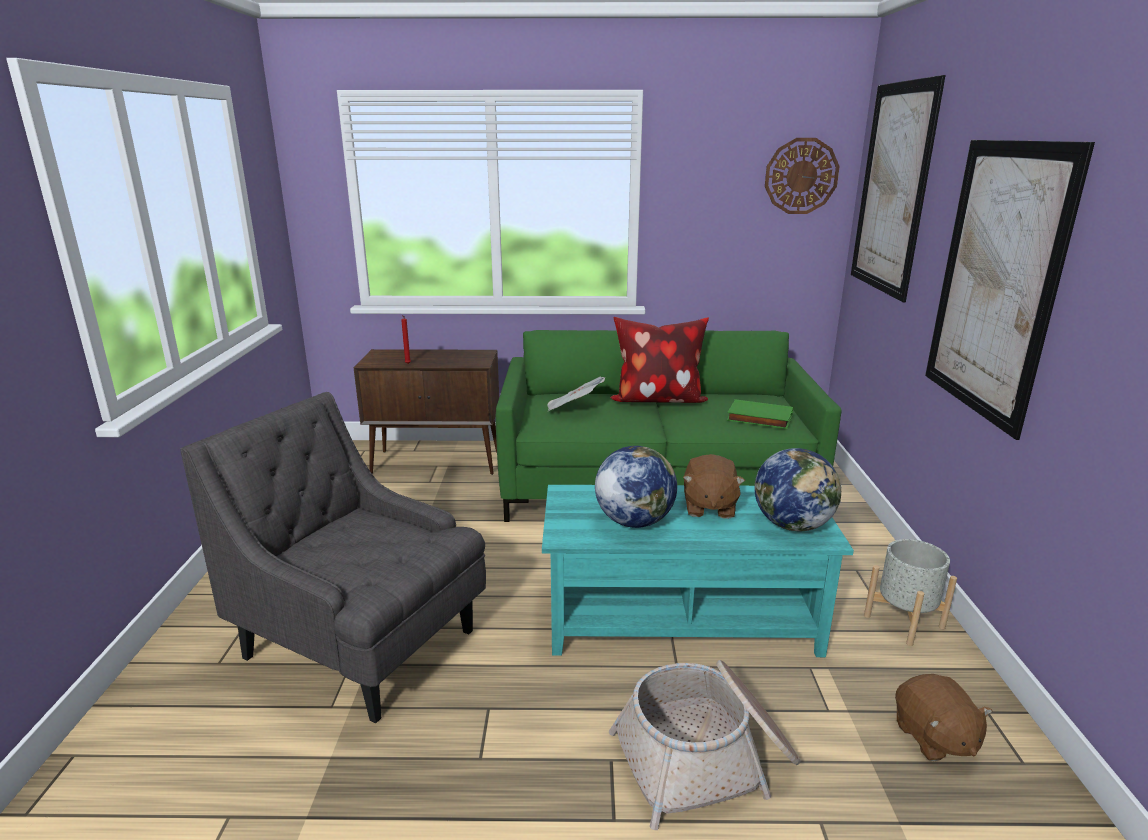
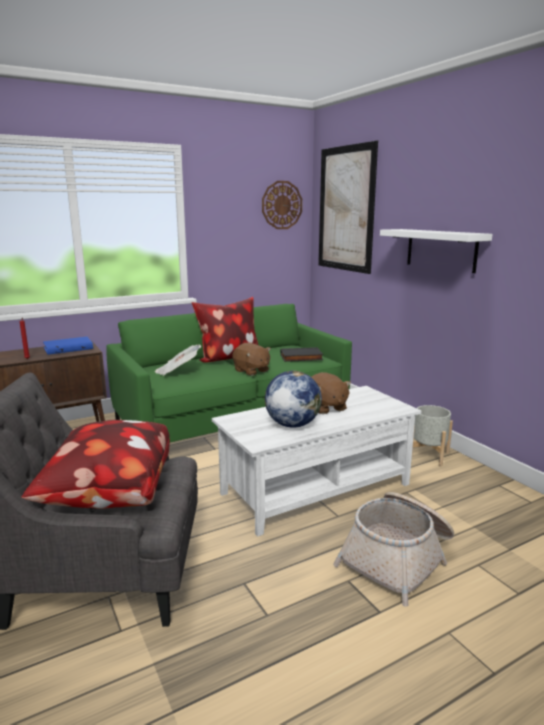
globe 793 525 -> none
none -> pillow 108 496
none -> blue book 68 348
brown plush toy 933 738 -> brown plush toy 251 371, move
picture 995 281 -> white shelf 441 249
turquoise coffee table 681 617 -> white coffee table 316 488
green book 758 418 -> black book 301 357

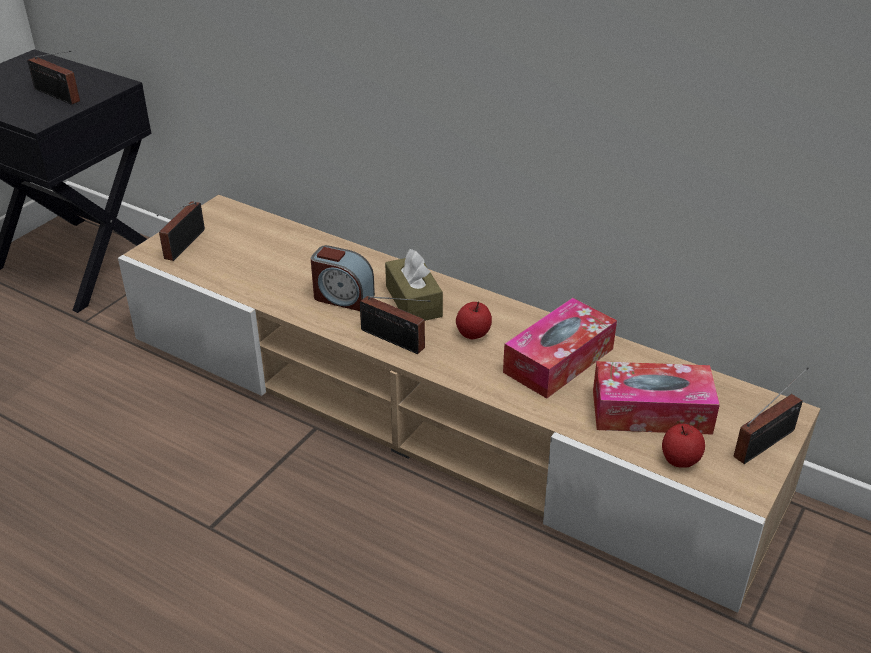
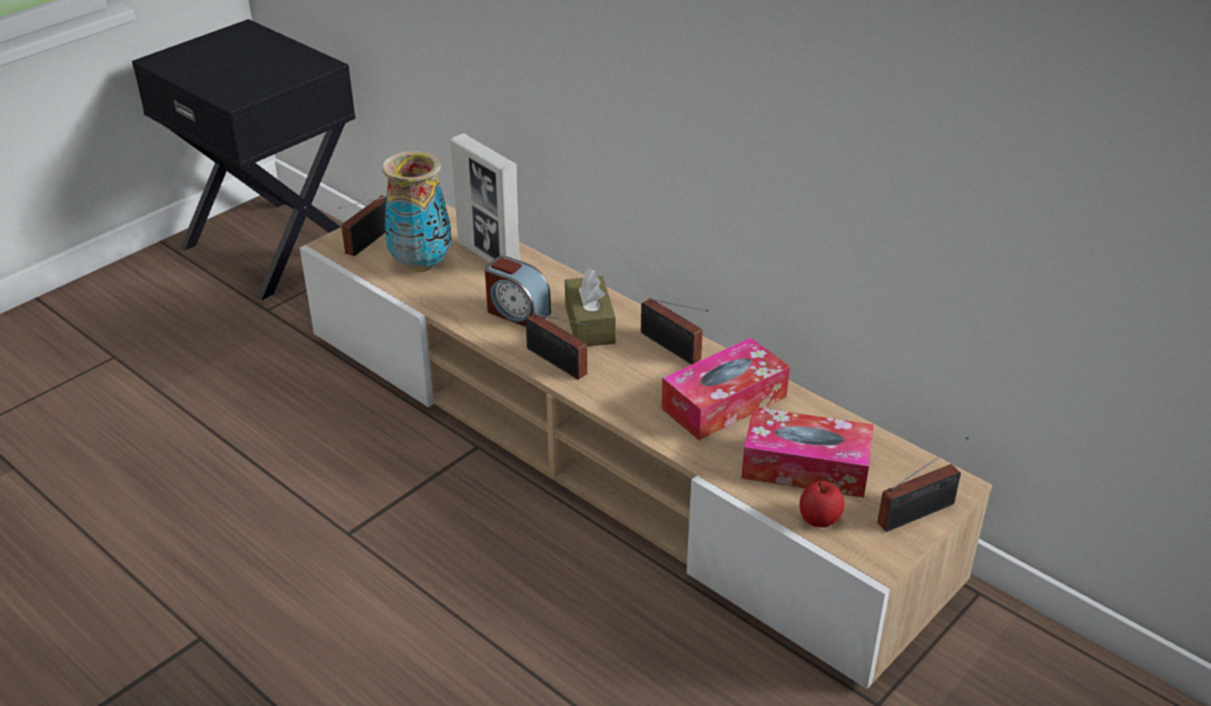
apple 473 333 -> none
none -> vase 421 264
none -> picture frame 489 256
radio 58 96 -> radio 673 348, move

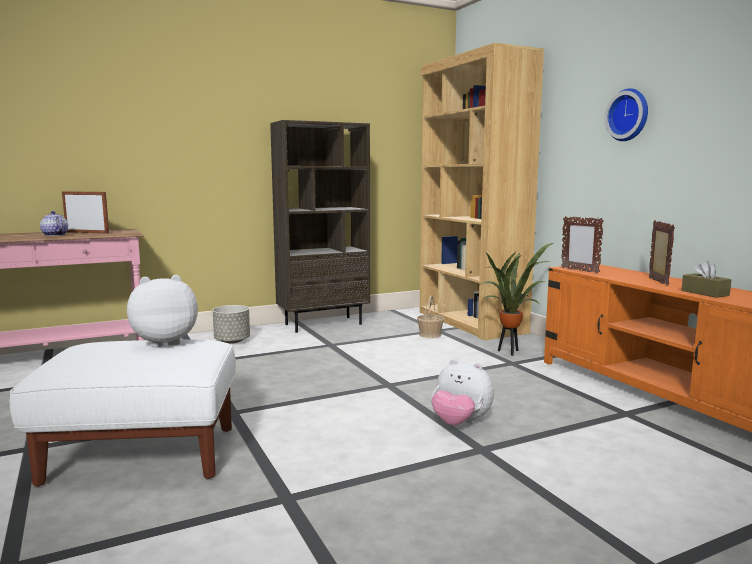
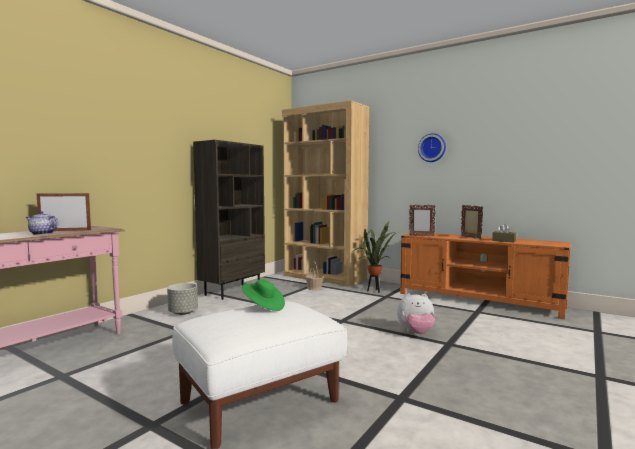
plush toy 164 342 -> green hat 263 307

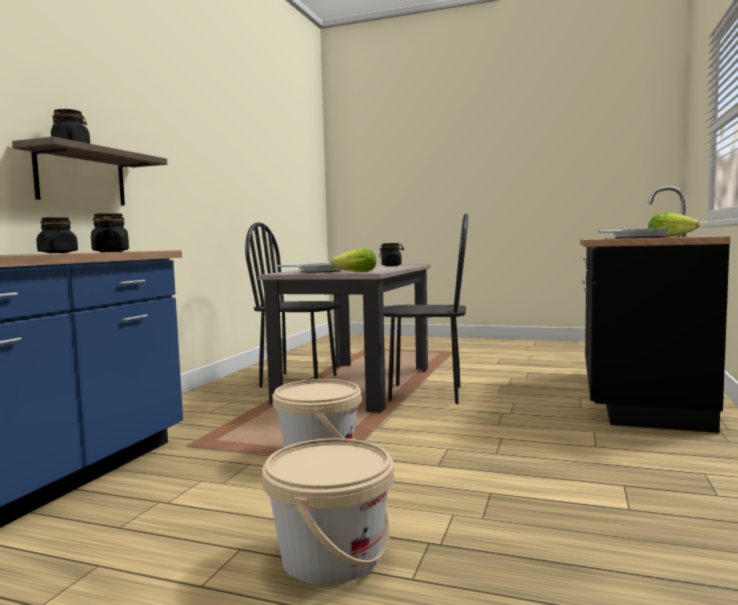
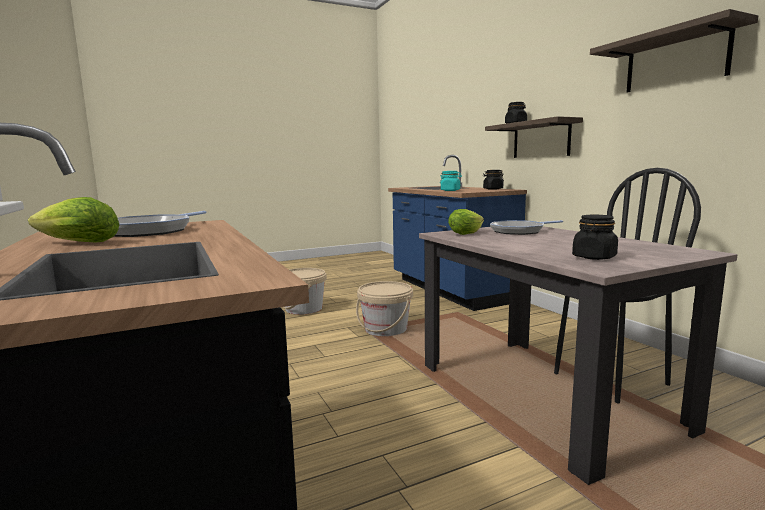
black chair 425 394 -> none
none -> shelf 675 60
black jar 111 251 -> turquoise jar 450 190

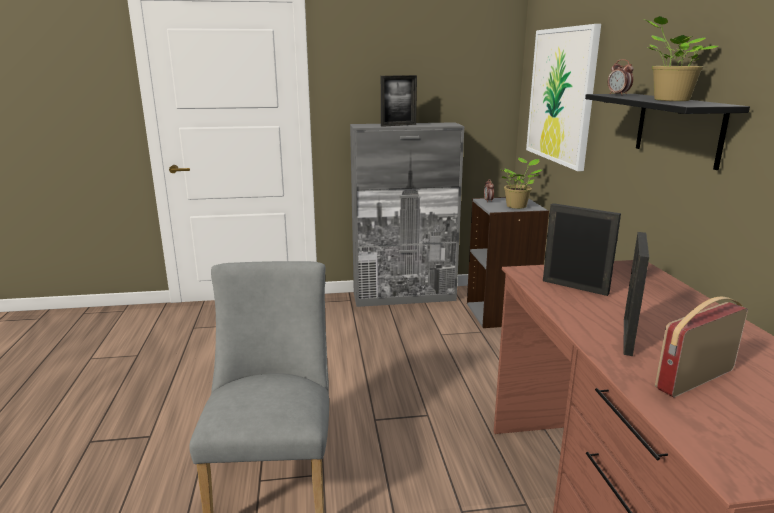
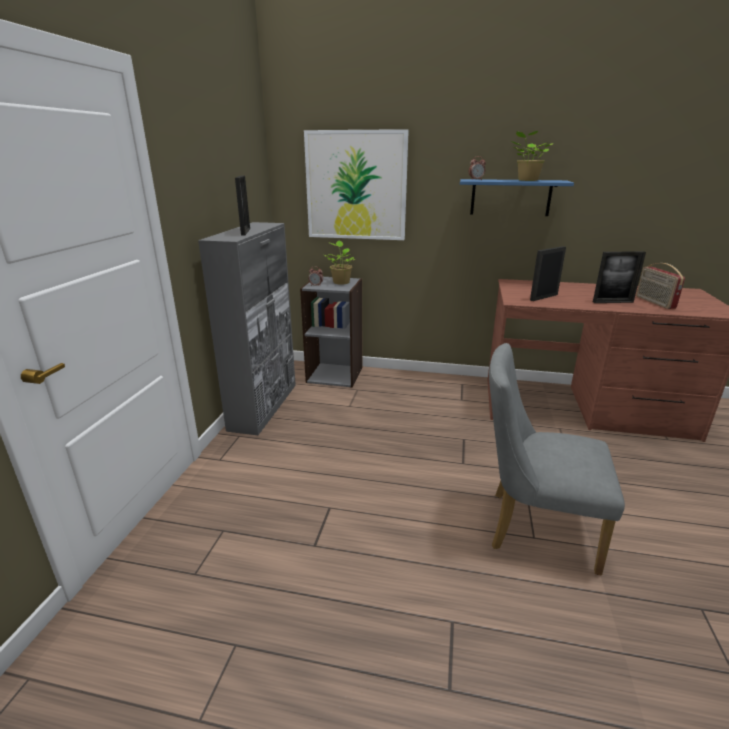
black shelf 678 129 -> blue shelf 510 197
picture frame 627 337 -> picture frame 613 302, 45 degrees counterclockwise

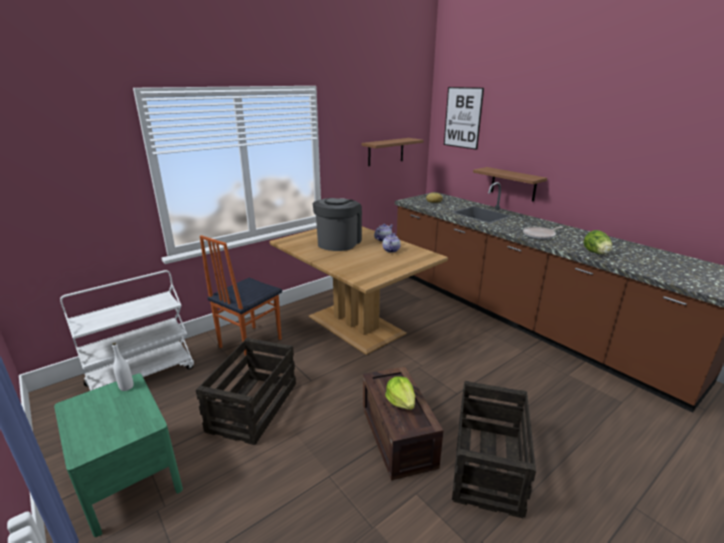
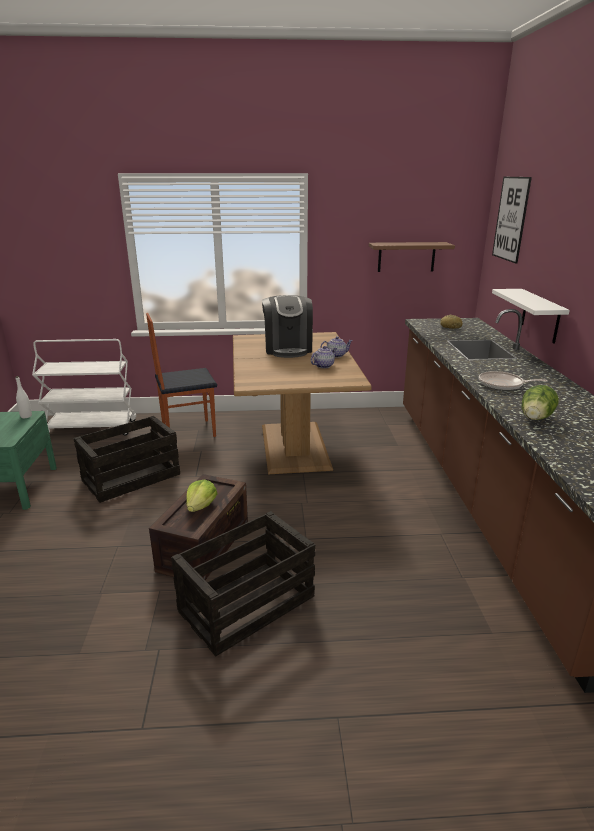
brown shelf 513 184 -> white shelf 540 316
coffee machine 338 242 -> coffee machine 288 349, 120 degrees clockwise

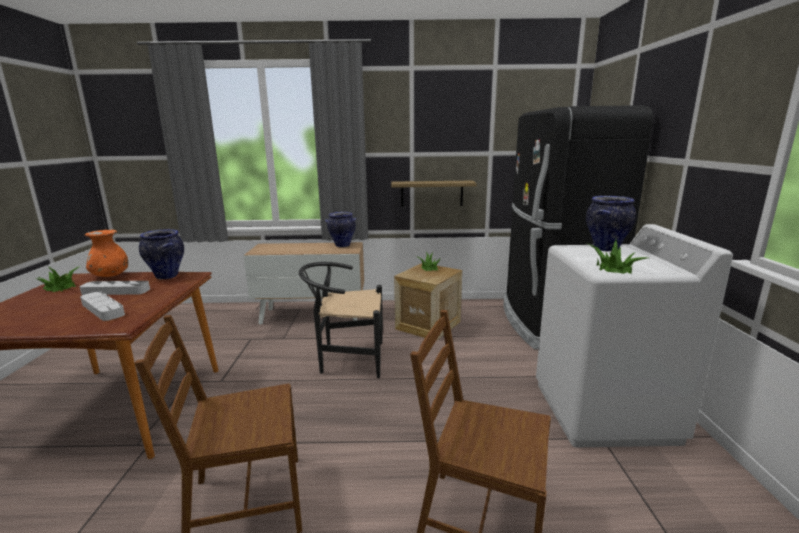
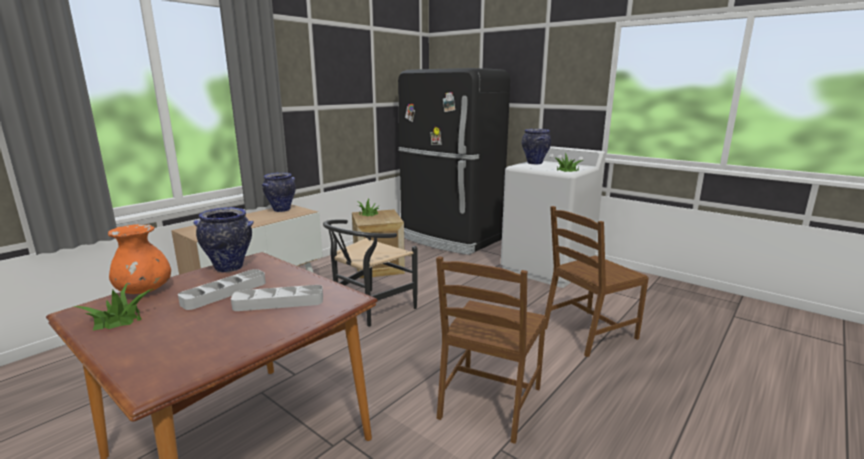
shelf 431 193 -> none

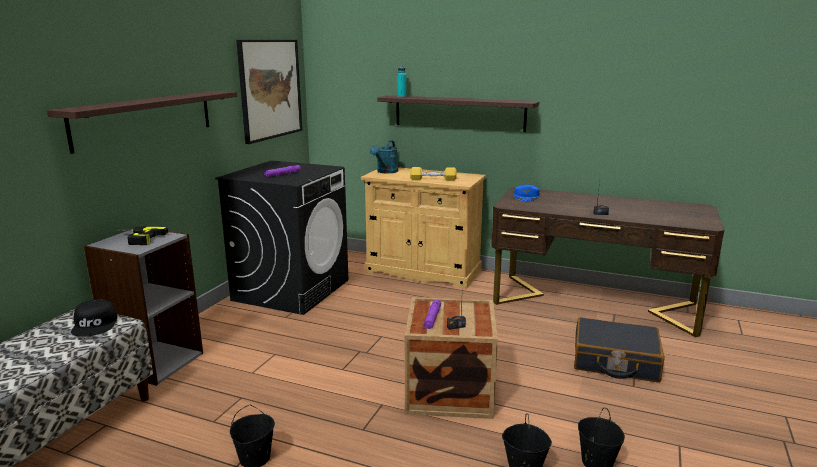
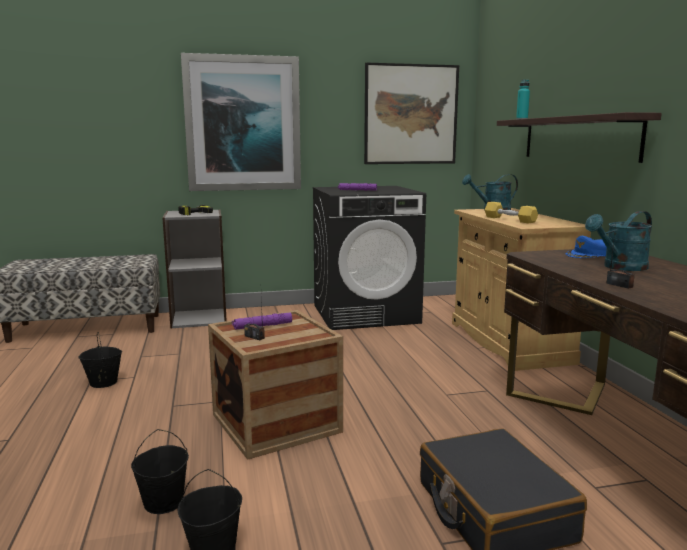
black cap 95 324 -> none
none -> turquoise watering can 620 267
shelf 145 118 -> picture 243 124

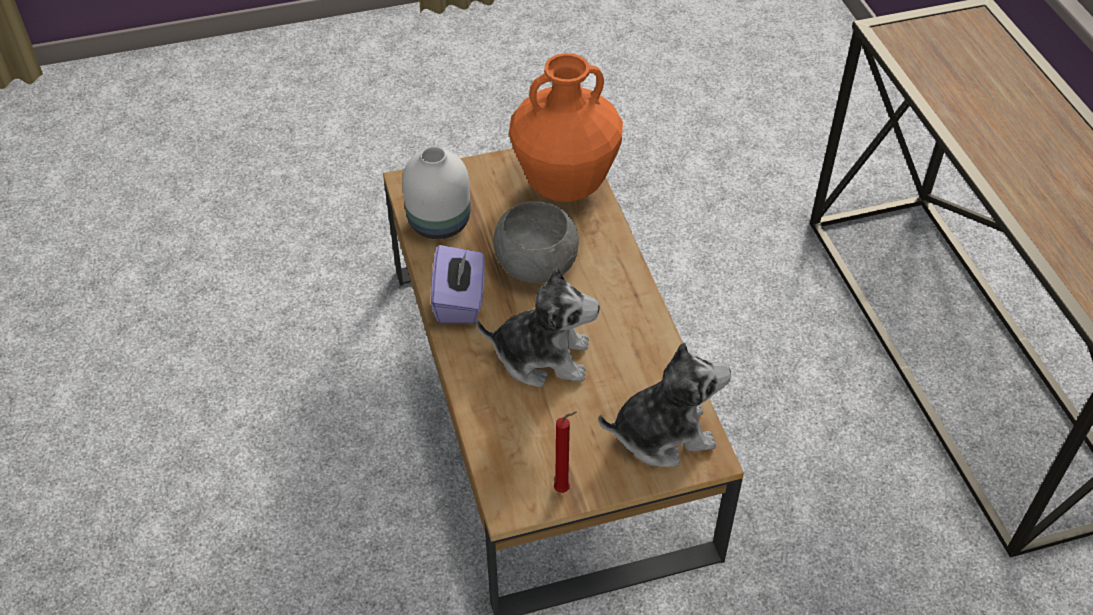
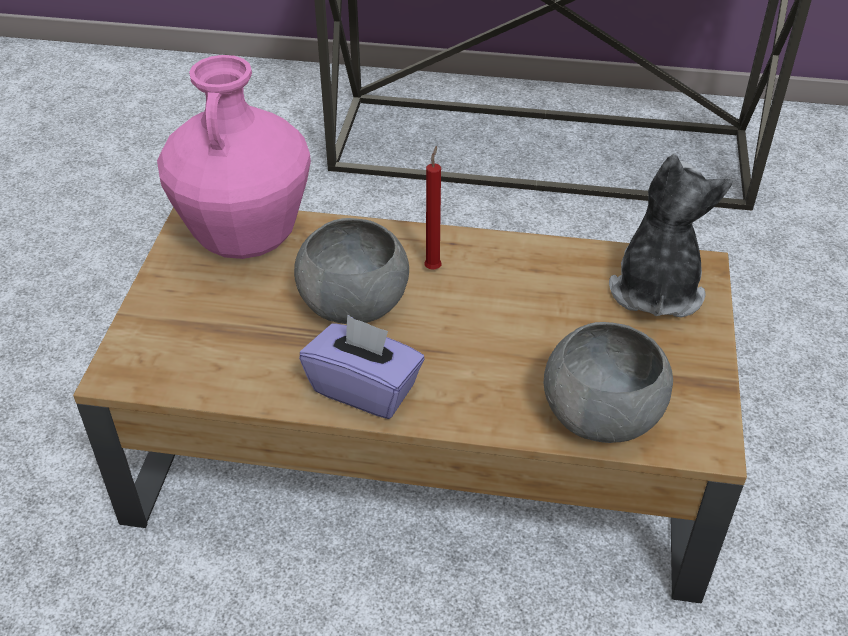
white vase 439 224 -> none
plush toy 542 356 -> none
none -> grey bowl 600 414
red candle 564 489 -> red candle 433 267, move
orange vase 564 186 -> pink vase 246 241

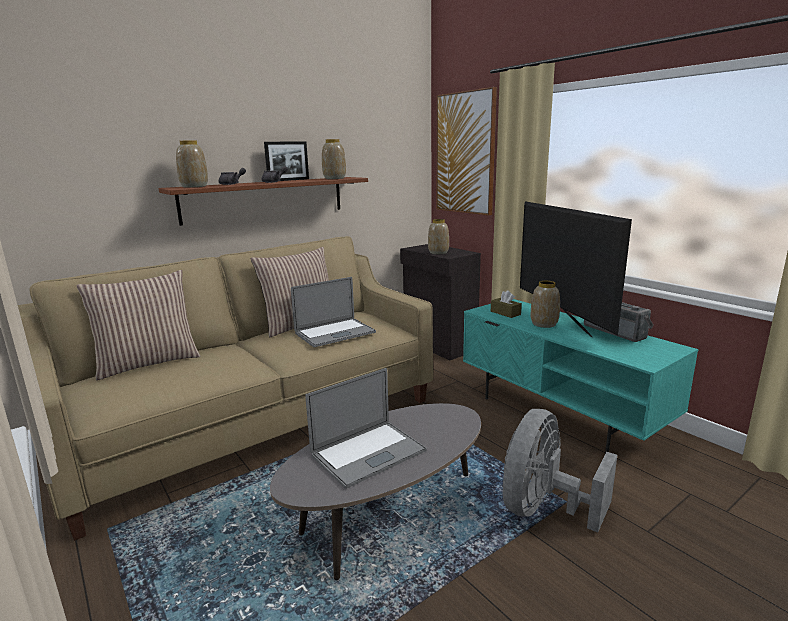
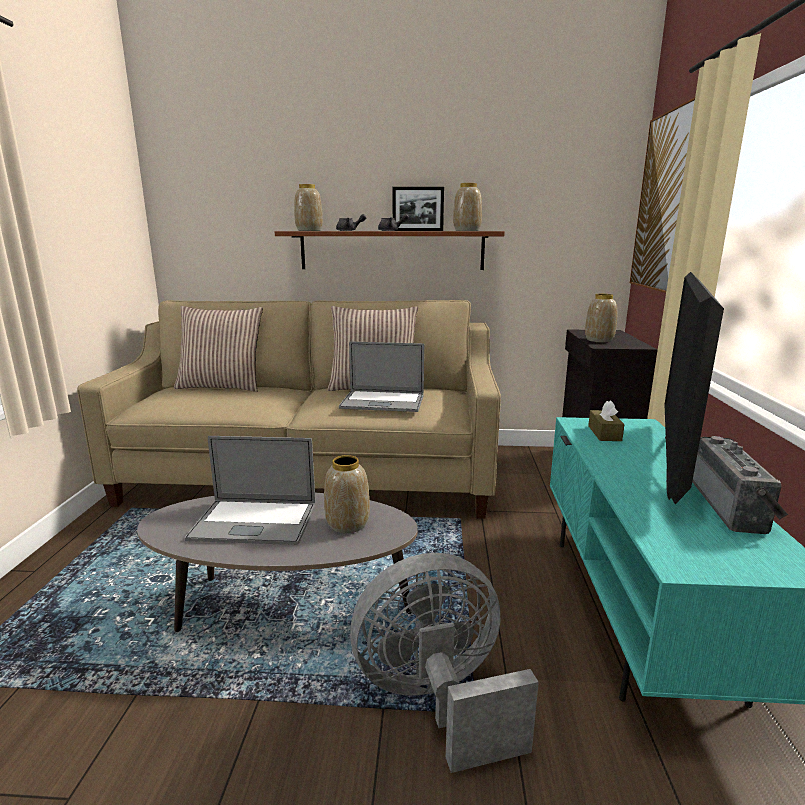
vase 543 324 -> vase 347 524, move

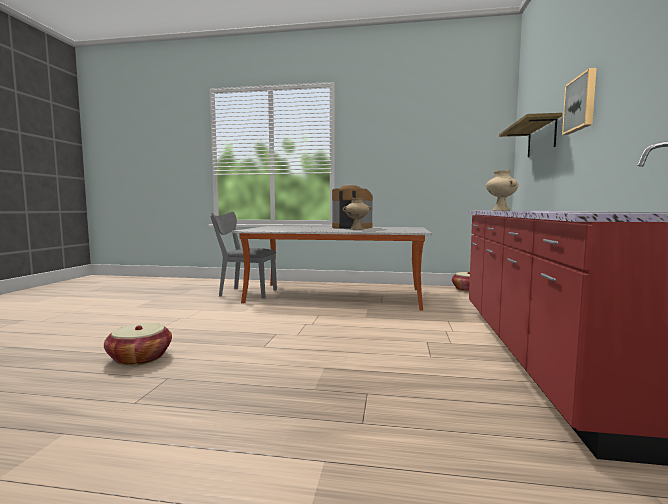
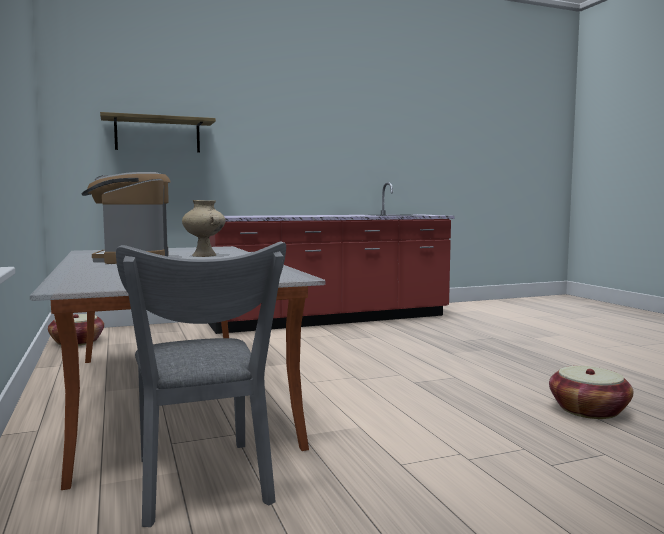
beige vase 500 210 -> none
picture 581 103 -> none

